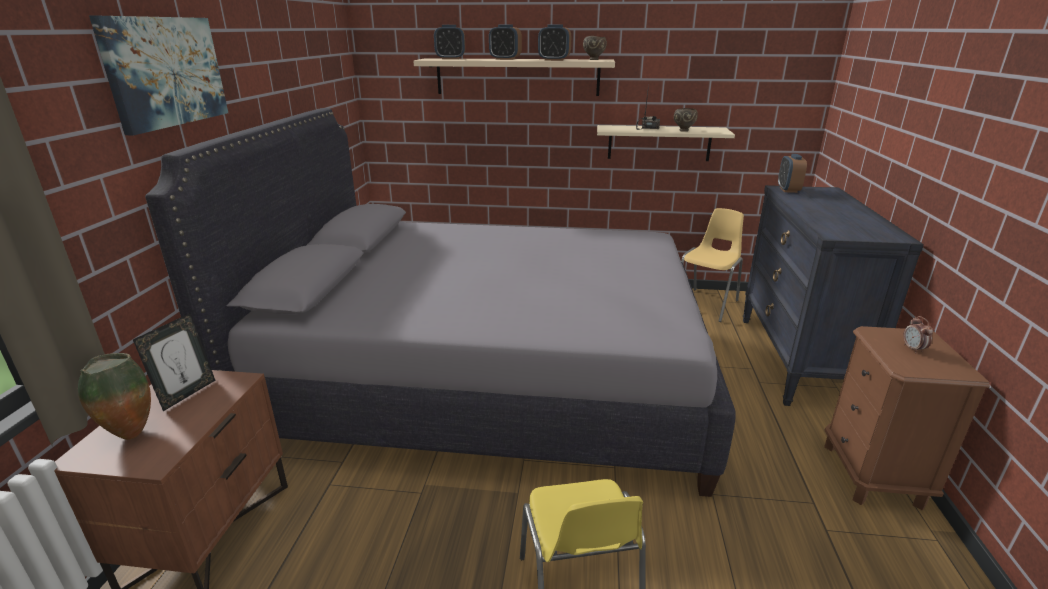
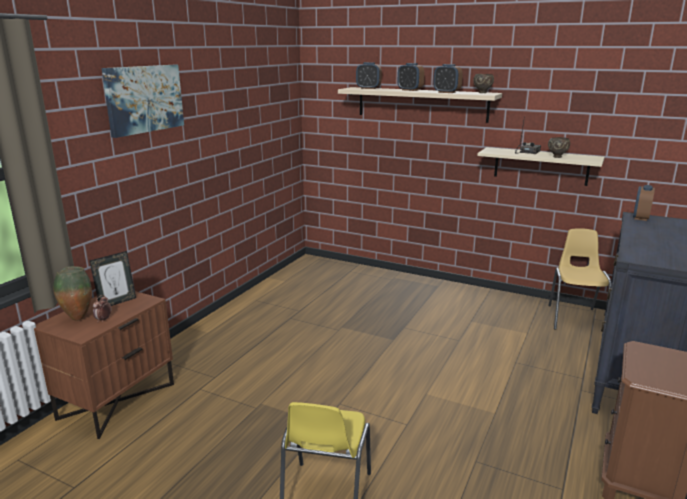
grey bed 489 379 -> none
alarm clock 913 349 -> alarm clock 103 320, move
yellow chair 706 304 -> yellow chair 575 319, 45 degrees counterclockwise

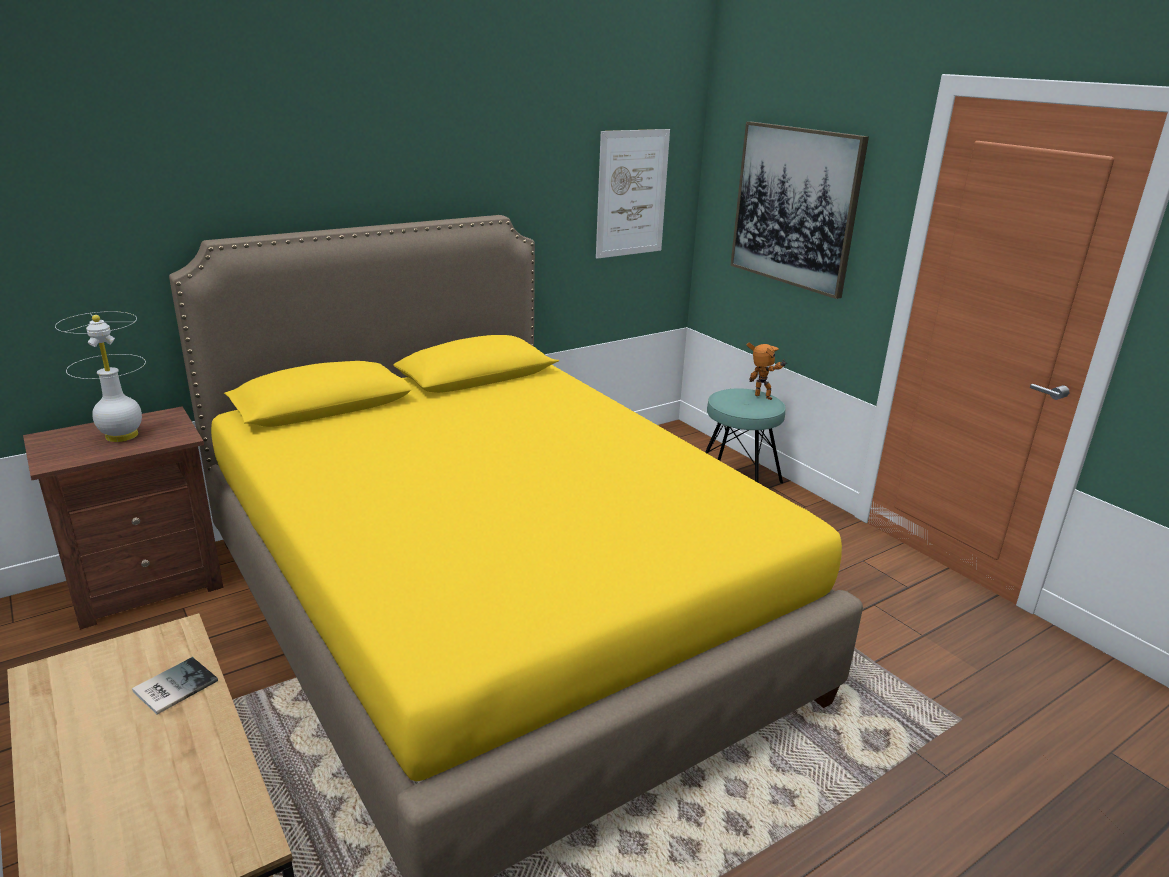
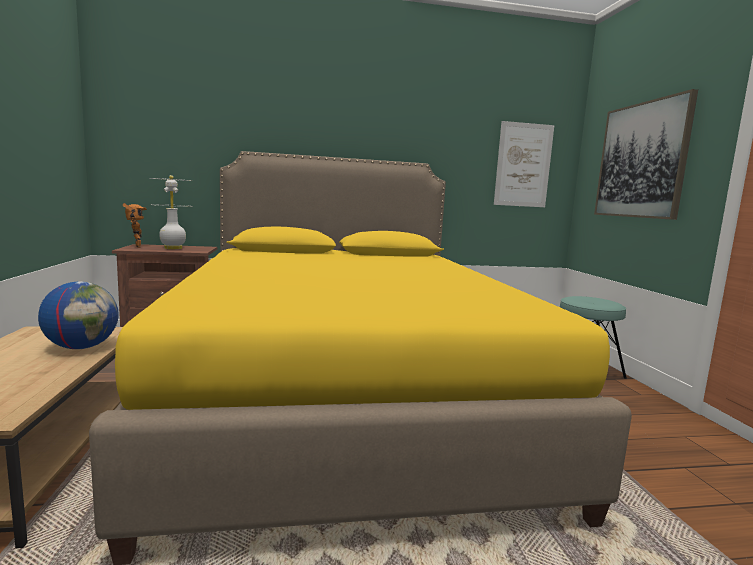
toy robot 762 398 -> toy robot 135 247, move
book 172 686 -> globe 82 347

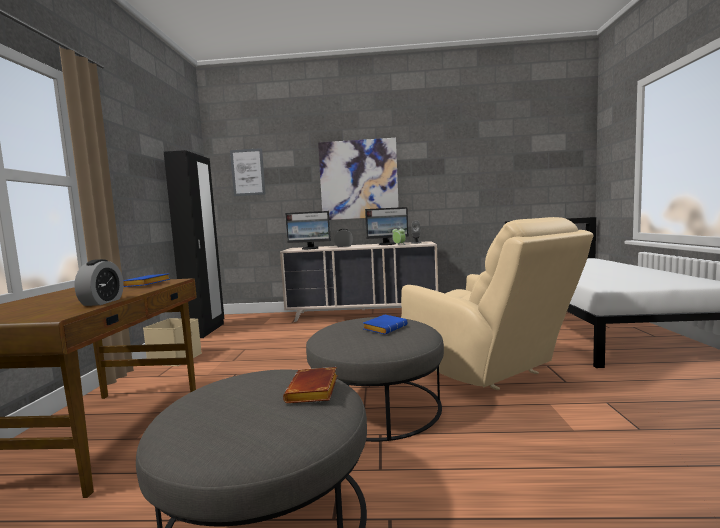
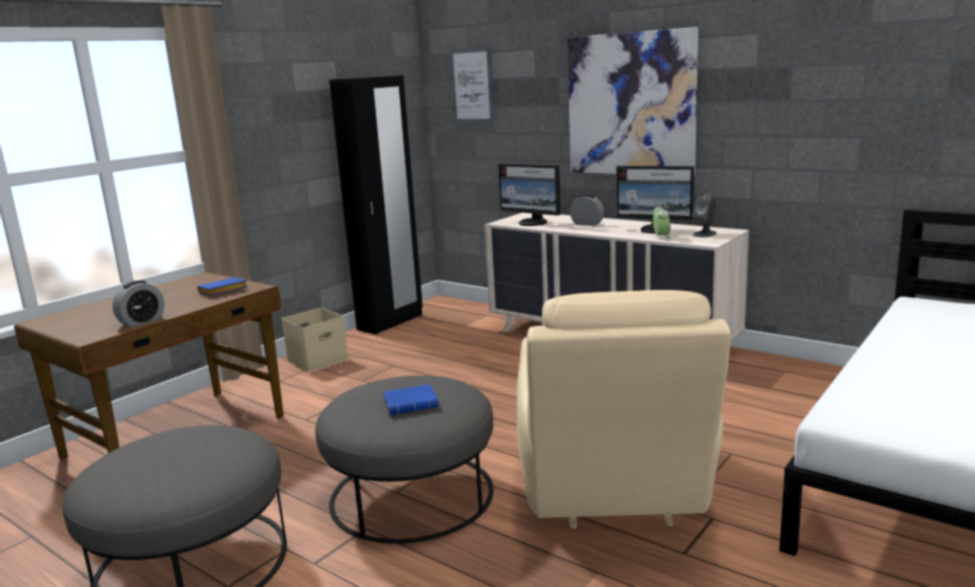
brown book 314 391 -> none

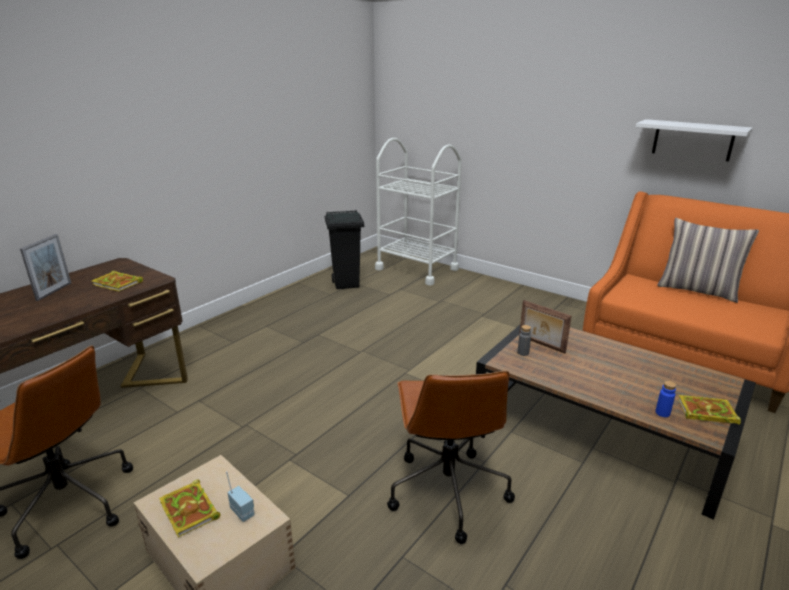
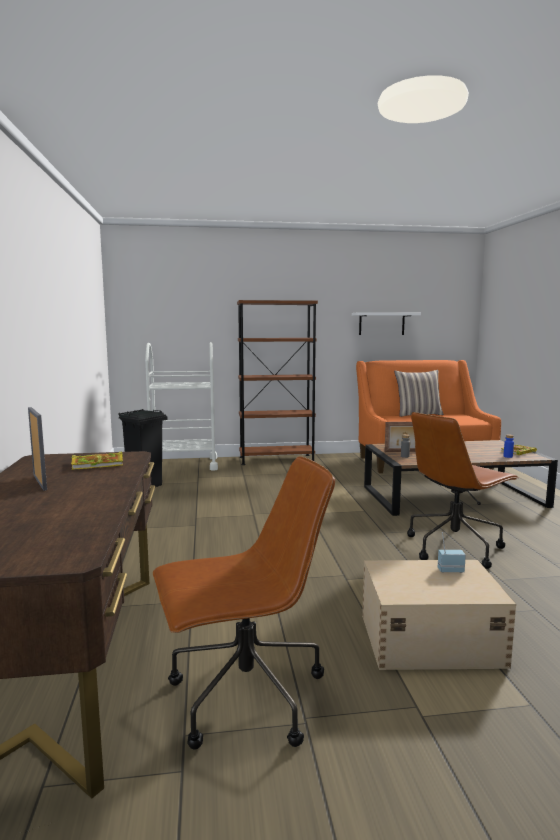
book 190 511 -> none
none -> brown bookcase 276 460
brown office chair 447 490 -> brown office chair 454 547, 105 degrees clockwise

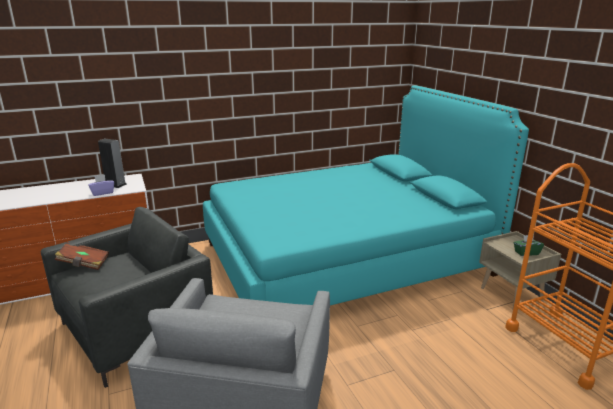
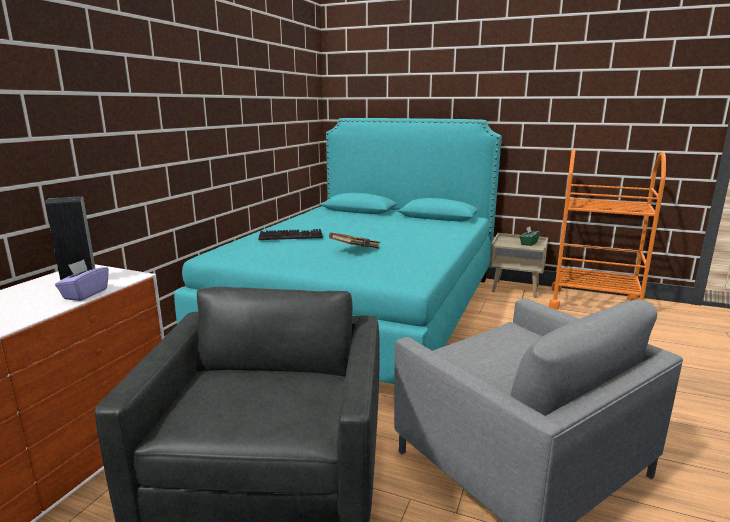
none -> keyboard 292 236
brown book 84 264 -> brown book 355 250, move

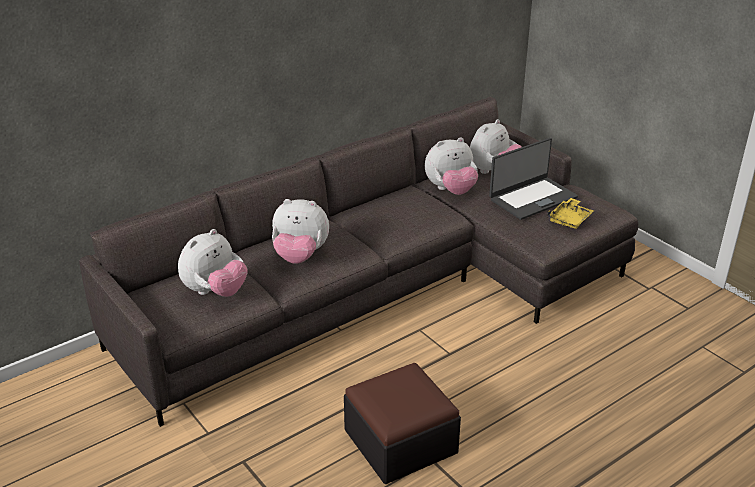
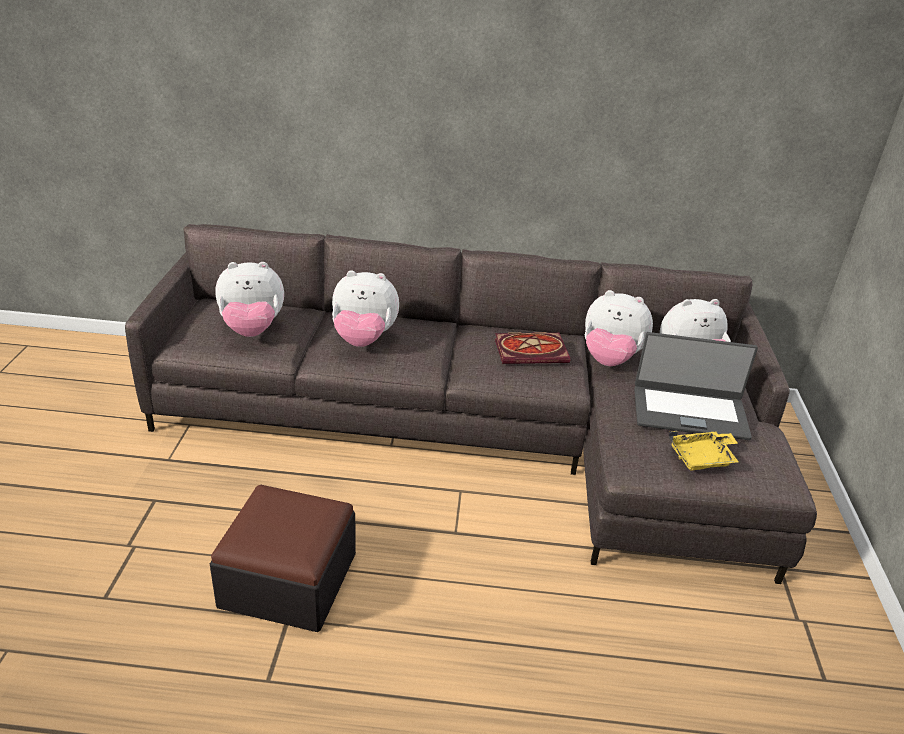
none -> book 532 350
plush toy 300 256 -> plush toy 363 339, 45 degrees counterclockwise

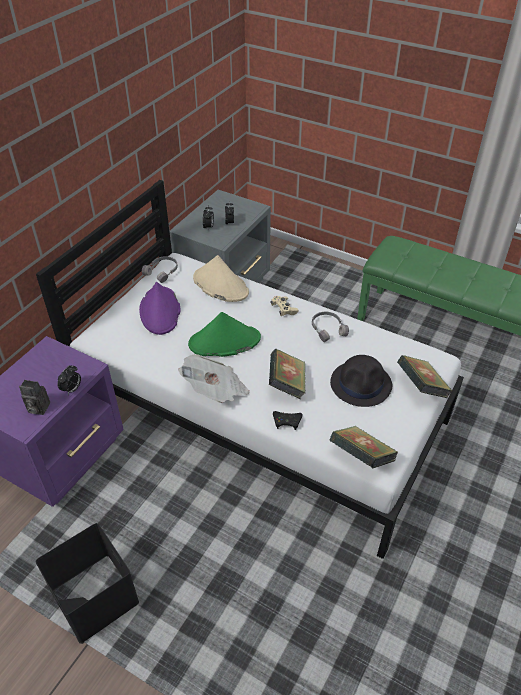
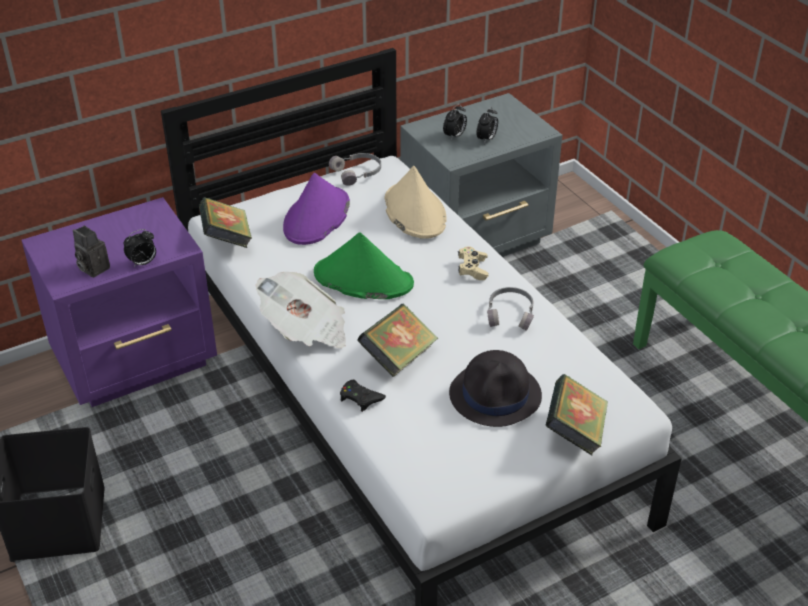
book 361 457 -> book 227 240, move

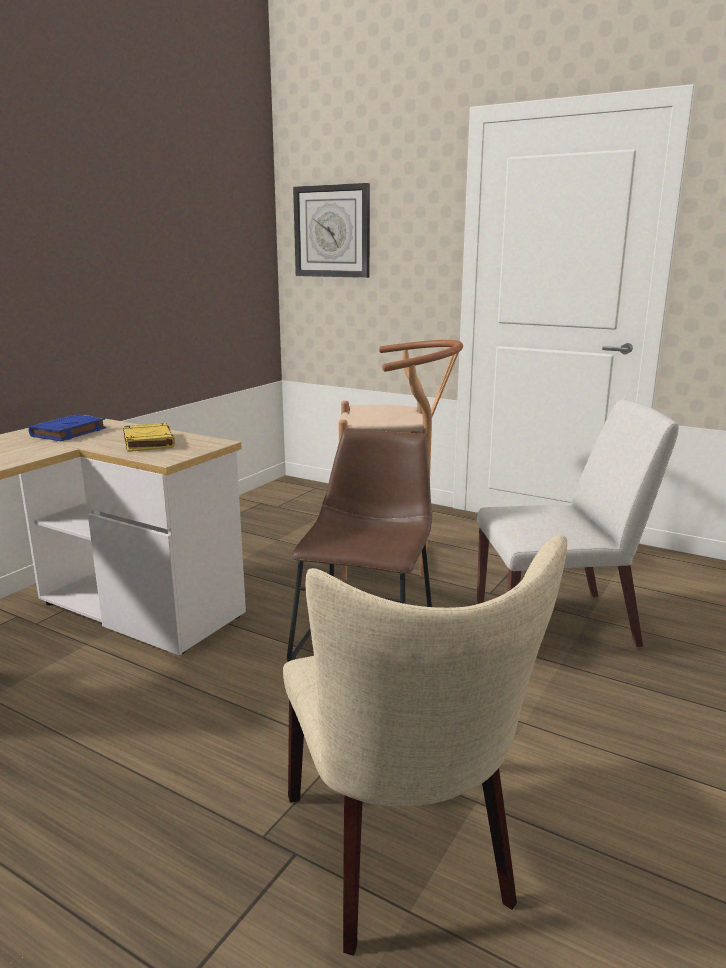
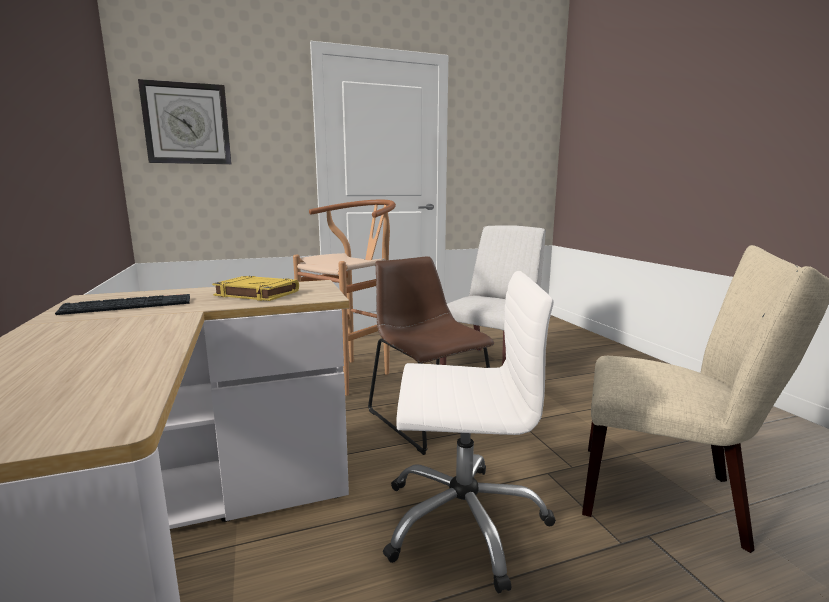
none -> white office chair 463 520
blue book 68 433 -> keyboard 127 306

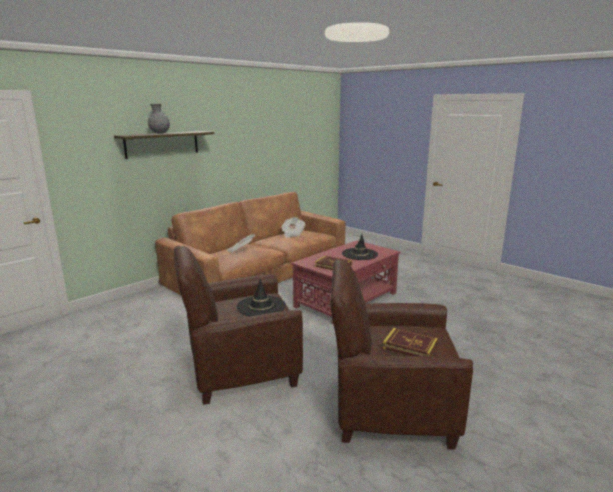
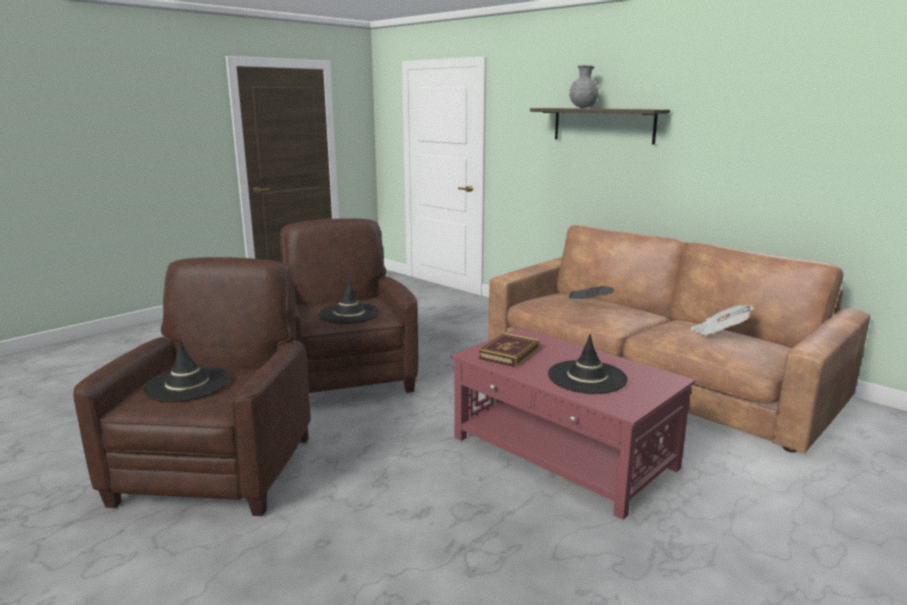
book 410 346 -> black hat 187 384

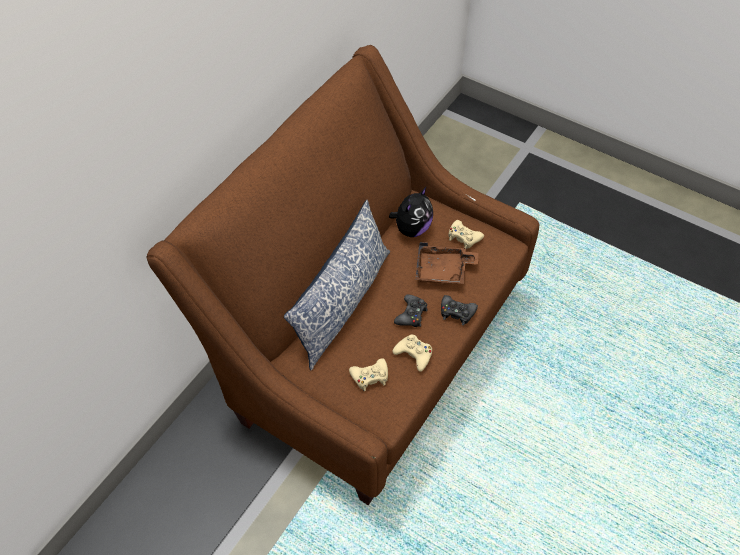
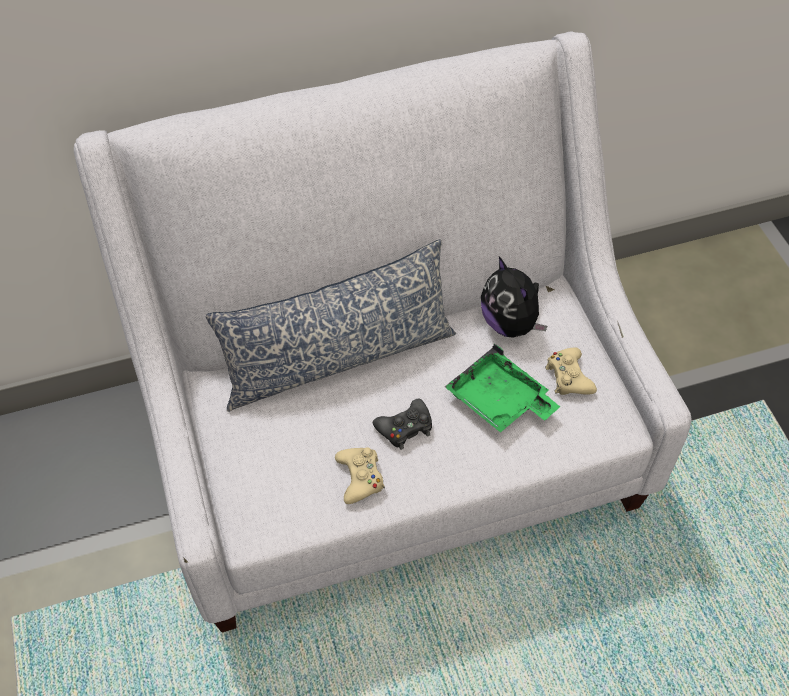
beige game controller 370 377 -> none
black game controller 457 312 -> none
brown sofa 369 346 -> white sofa 395 450
brown tray 443 270 -> green tray 499 401
plush toy 411 228 -> plush toy 511 323, 75 degrees clockwise

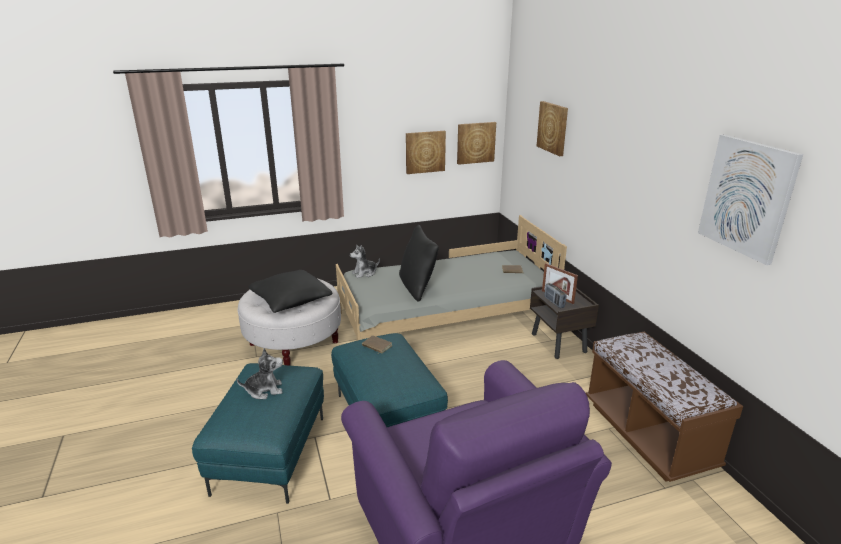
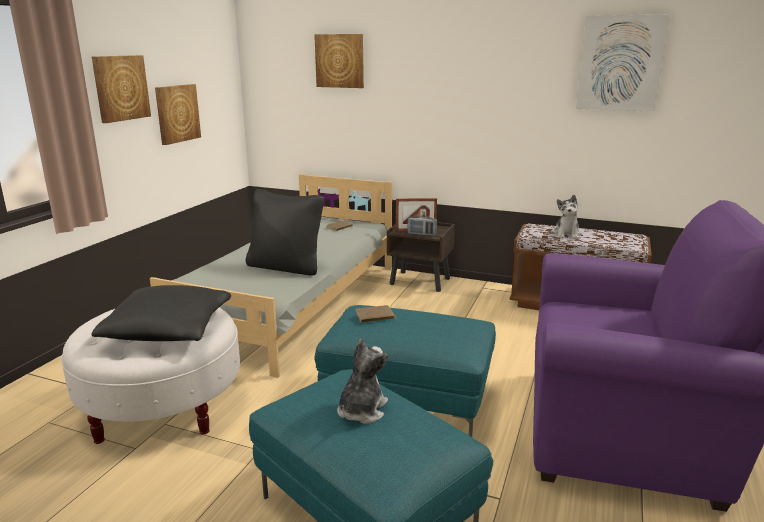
plush toy 364 273 -> plush toy 566 234, move
picture 475 142 -> picture 120 88, move

